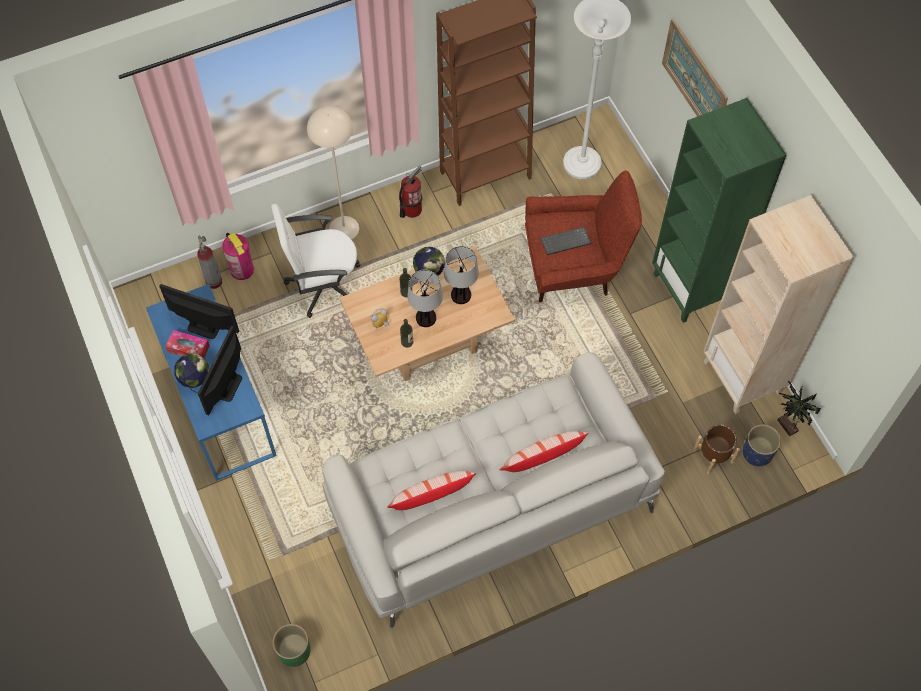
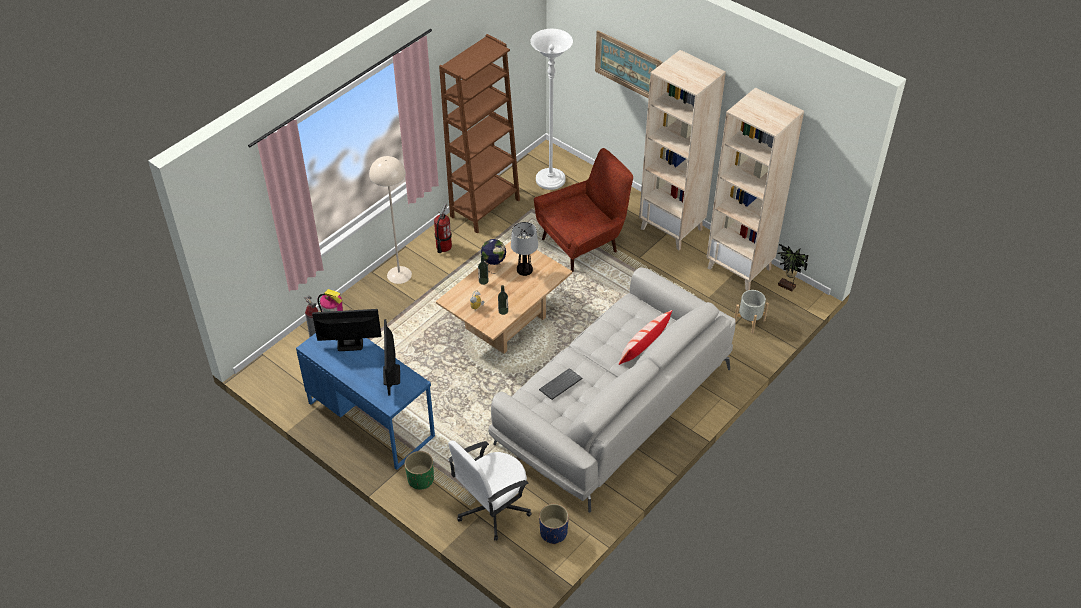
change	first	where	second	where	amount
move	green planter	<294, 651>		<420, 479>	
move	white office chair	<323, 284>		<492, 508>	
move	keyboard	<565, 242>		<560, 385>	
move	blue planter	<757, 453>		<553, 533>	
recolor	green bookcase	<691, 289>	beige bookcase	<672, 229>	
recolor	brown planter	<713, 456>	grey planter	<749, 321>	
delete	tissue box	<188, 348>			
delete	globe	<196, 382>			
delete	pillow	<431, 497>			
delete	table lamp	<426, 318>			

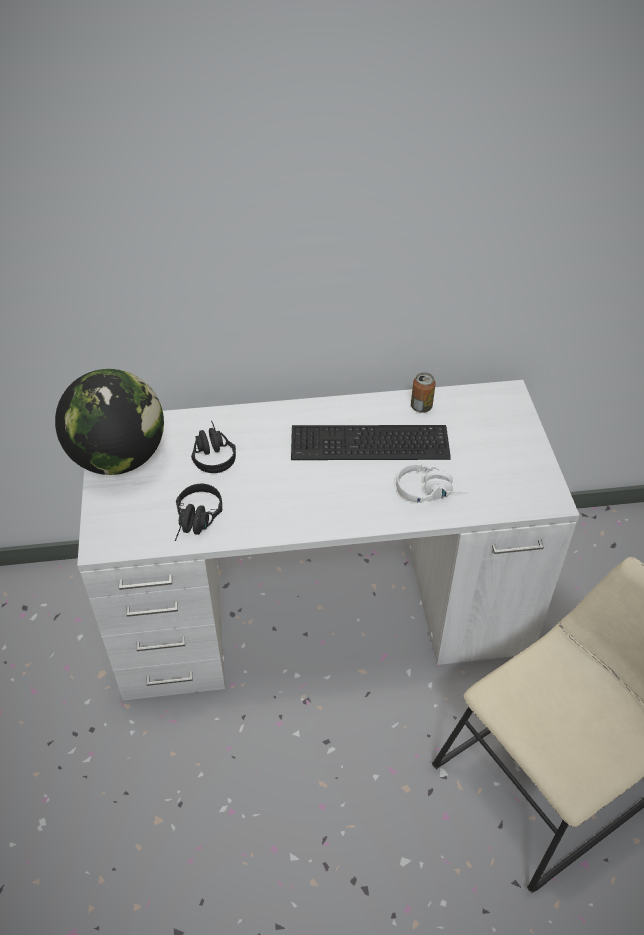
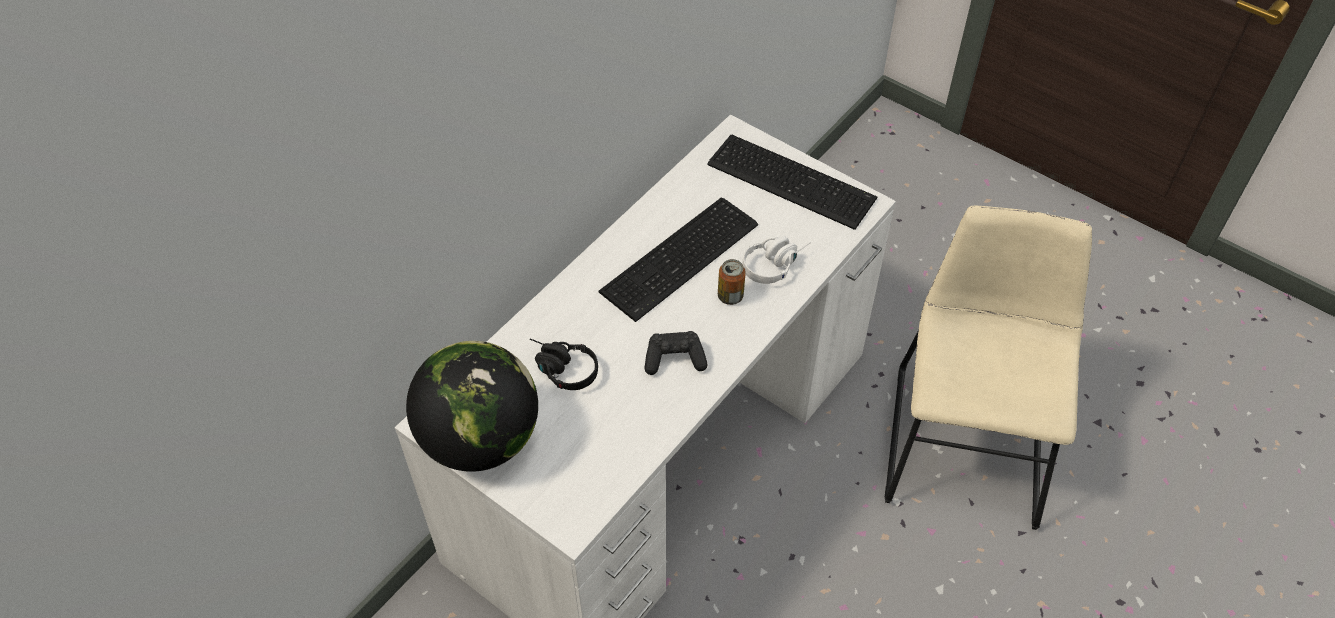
change	first	where	second	where	amount
insert			black game controller	<674, 359>	
insert			keyboard	<790, 178>	
move	can	<421, 407>		<730, 296>	
delete	black headphones	<197, 522>			

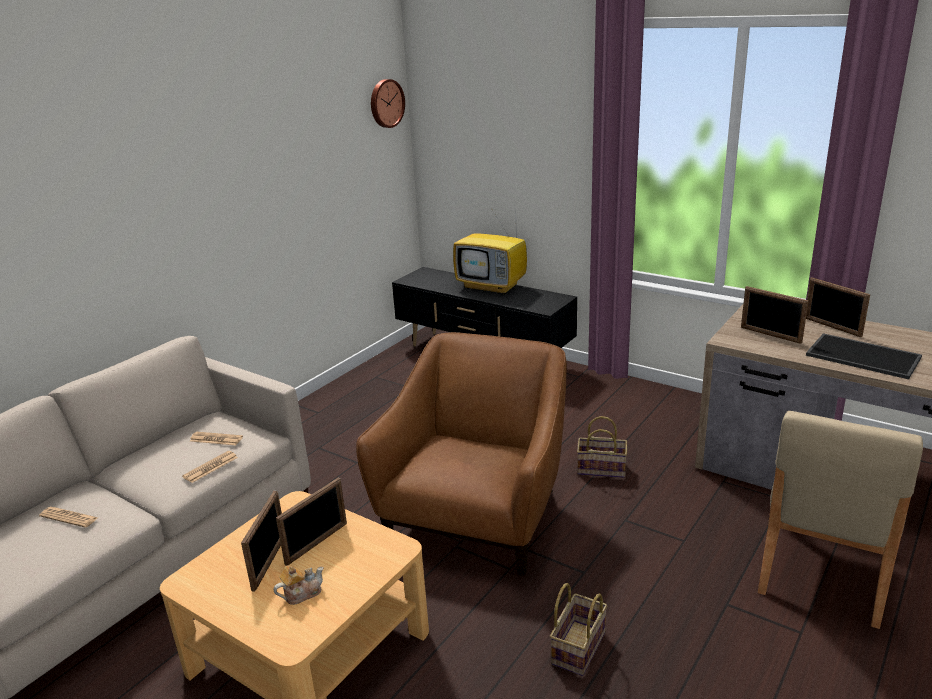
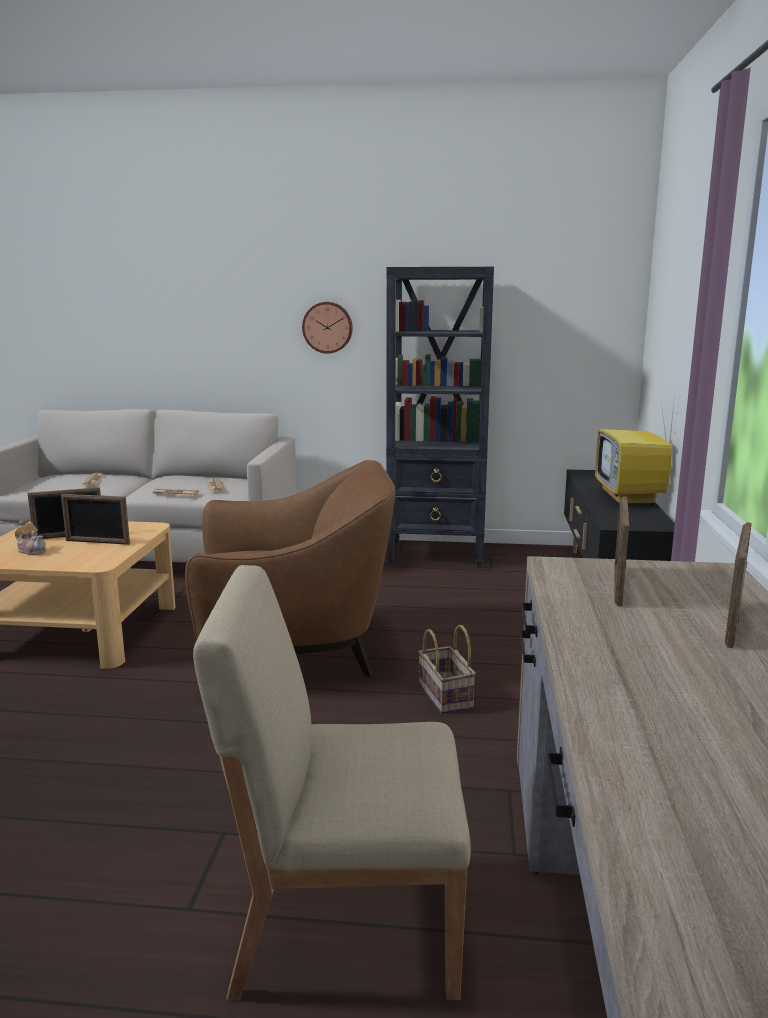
change	first	where	second	where	amount
move	wall clock	<386, 103>		<327, 327>	
insert			black bookcase	<437, 554>	
delete	basket	<577, 646>			
delete	tray	<864, 356>			

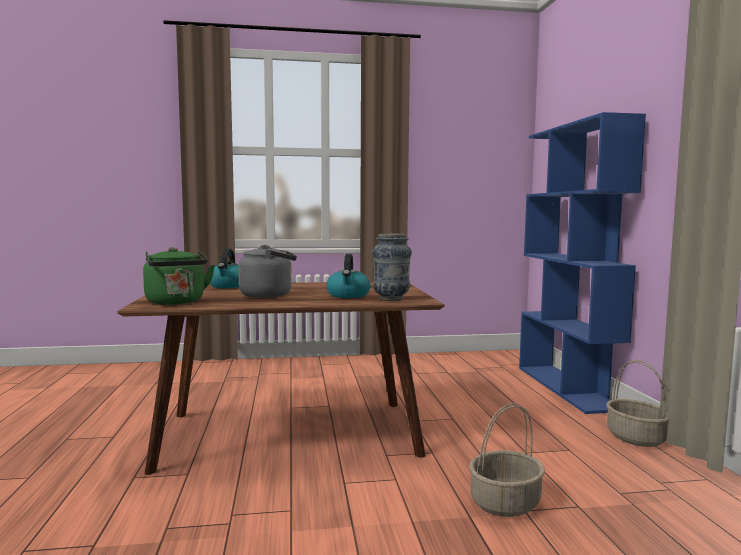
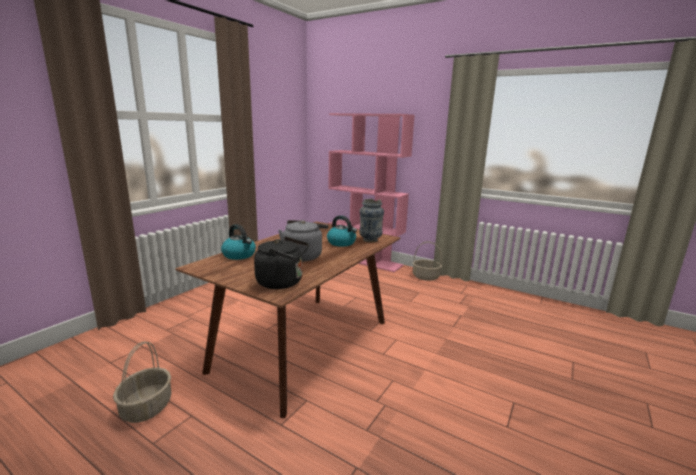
change	first	where	second	where	amount
move	basket	<505, 502>		<146, 407>	
recolor	green kettle	<177, 302>	black kettle	<283, 282>	
recolor	blue bookcase	<567, 387>	pink bookcase	<365, 260>	

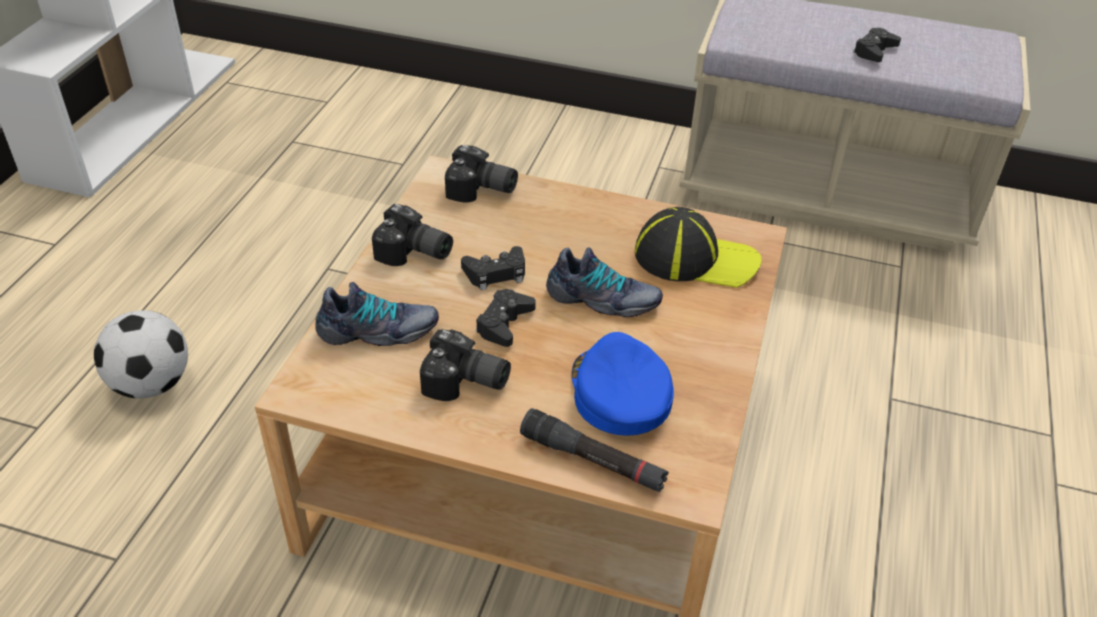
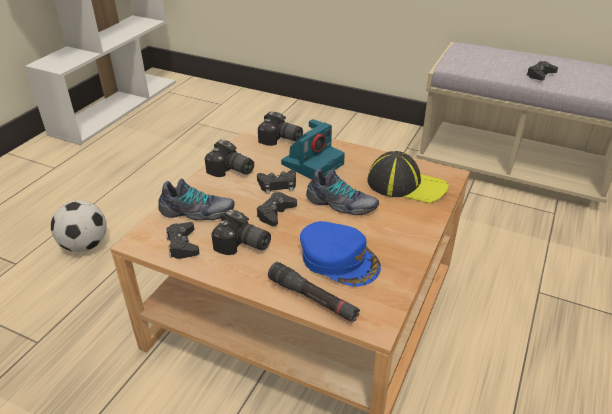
change	first	where	second	where	amount
insert			black game controller	<182, 245>	
insert			photo camera	<313, 163>	
rotate	blue cap	<619, 393>		<339, 259>	135 degrees clockwise

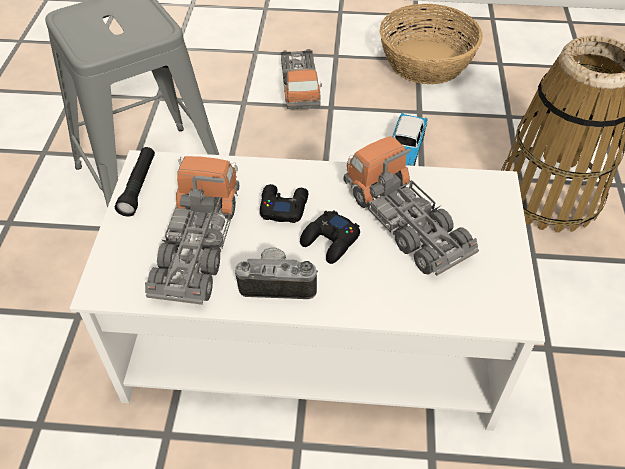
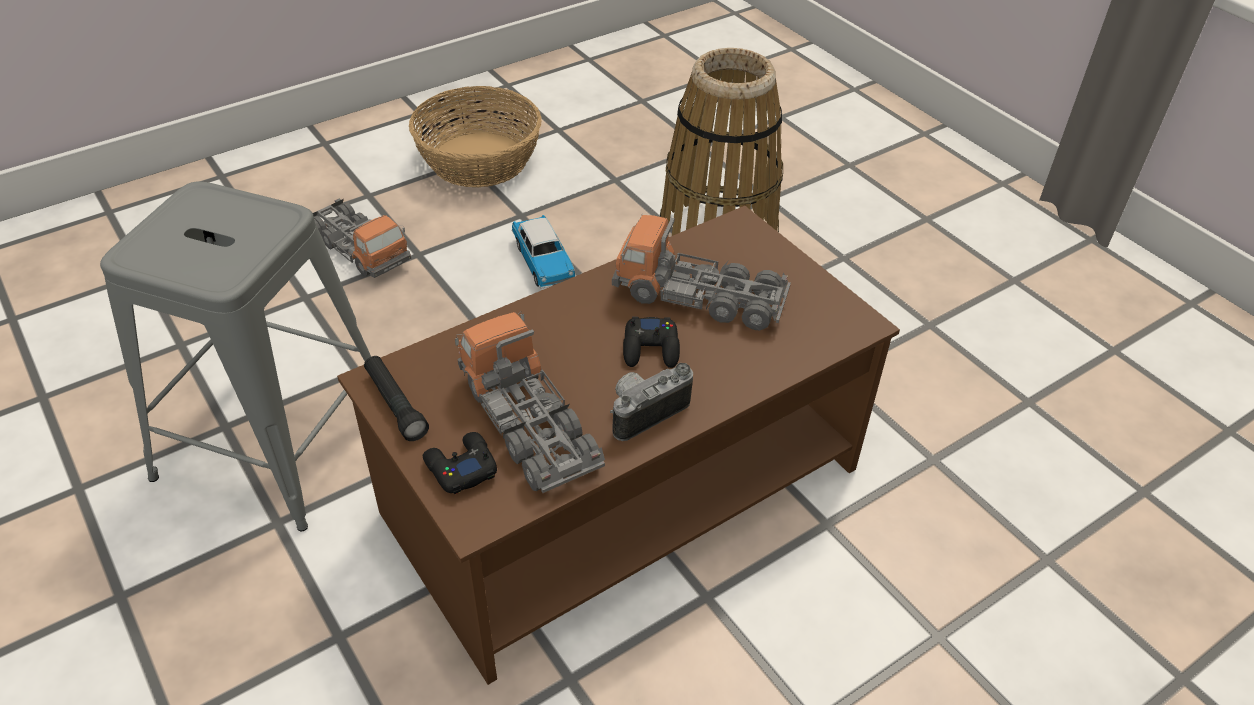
change	first	where	second	where	amount
recolor	white coffee table	<310, 335>	brown coffee table	<620, 492>	
move	black game controller	<283, 207>		<460, 468>	

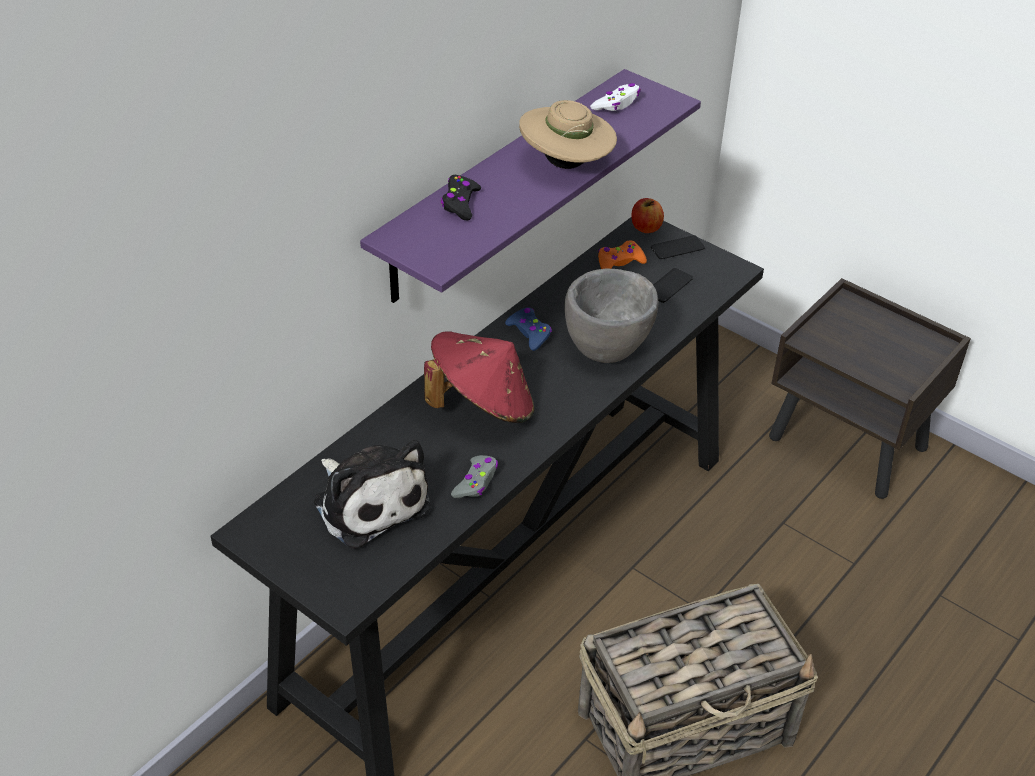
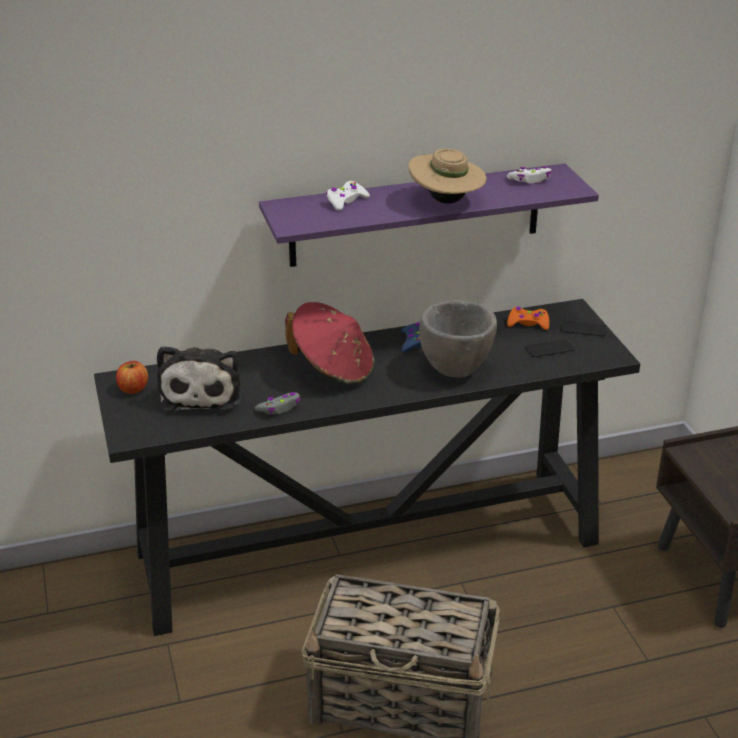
change	first	where	second	where	amount
move	apple	<646, 227>		<133, 389>	
recolor	black game controller	<460, 203>	white game controller	<346, 201>	

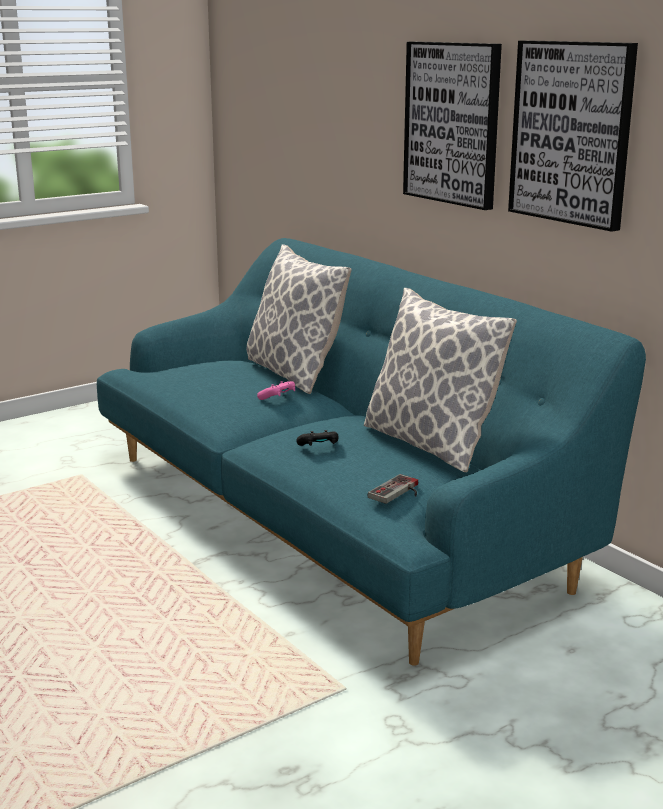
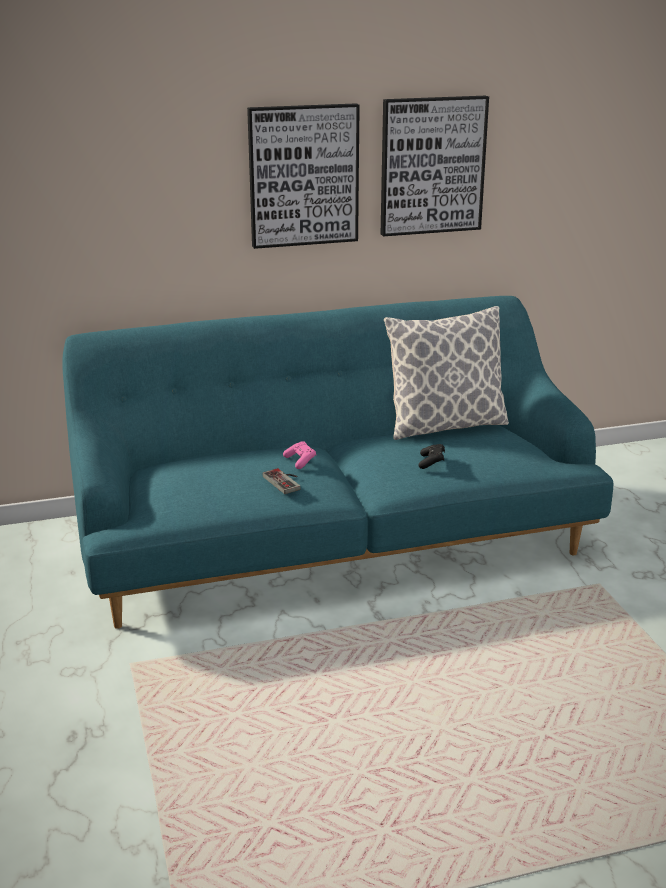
change	first	where	second	where	amount
move	game controller	<399, 492>		<286, 481>	
delete	pillow	<294, 374>			

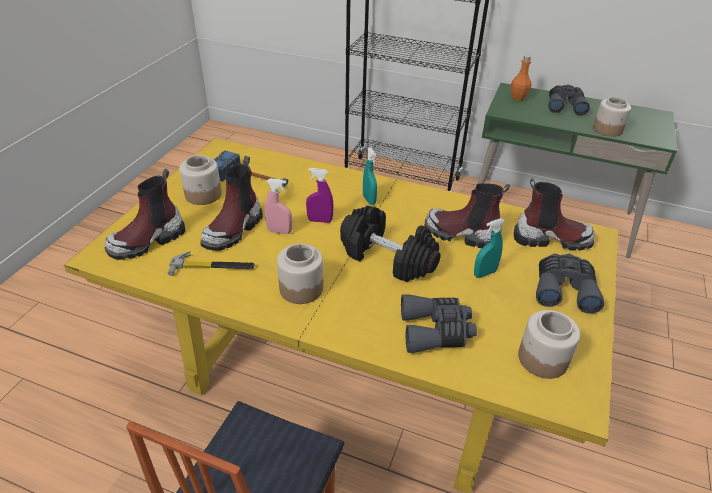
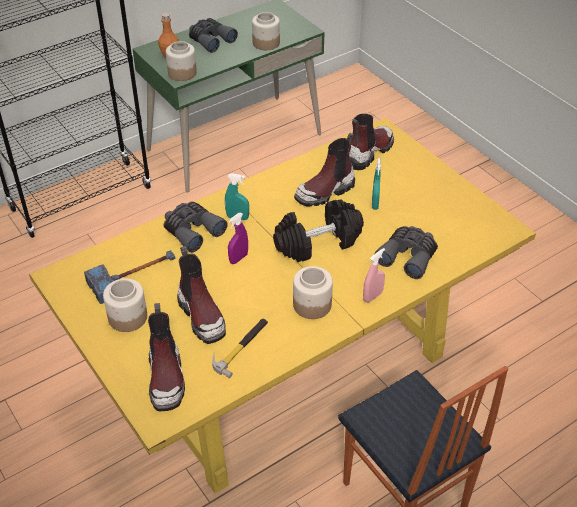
change	first	where	second	where	amount
move	grey binoculars	<564, 288>		<192, 230>	
move	jar	<542, 358>		<182, 73>	
move	pink spray bottle	<279, 231>		<372, 296>	

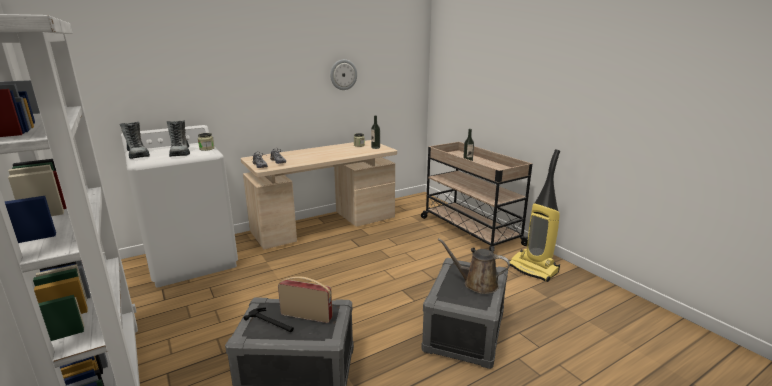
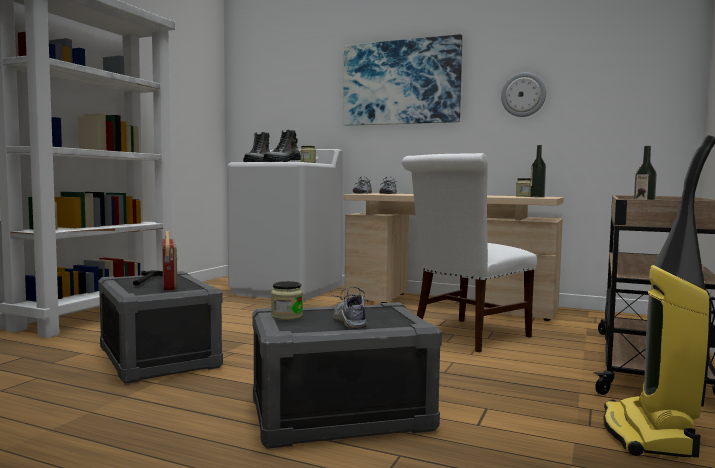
change	first	where	second	where	amount
insert			jar	<287, 316>	
replace	brown watering can	<477, 284>	shoe	<350, 321>	
insert			picture	<401, 82>	
insert			white chair	<465, 336>	

